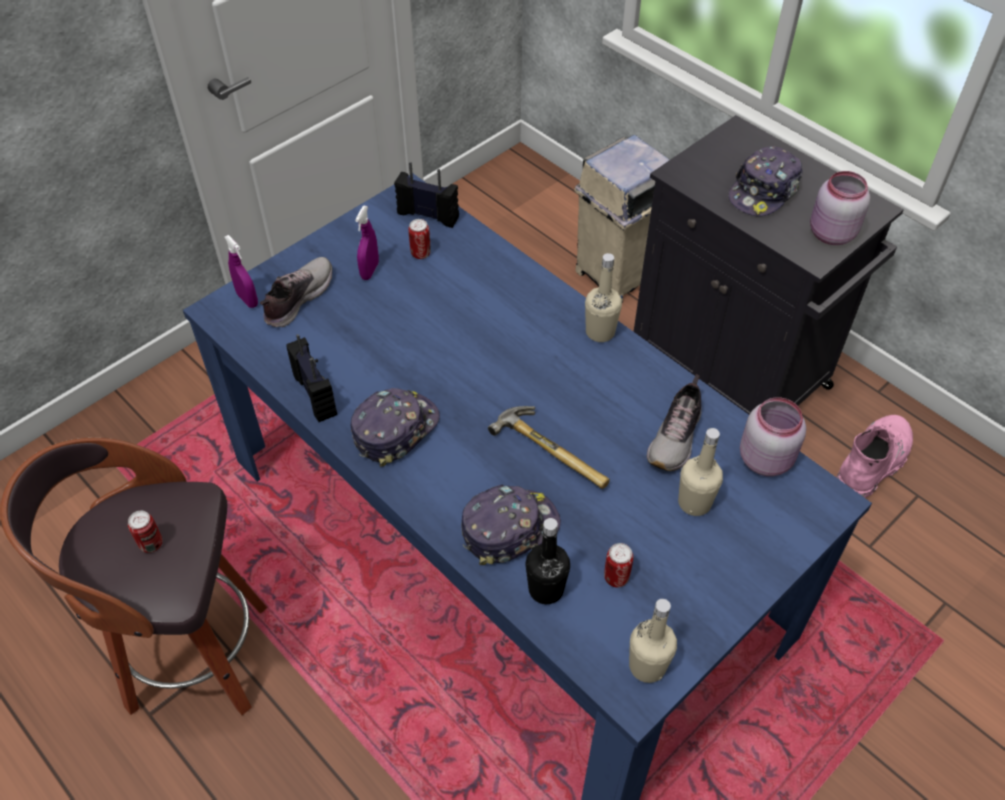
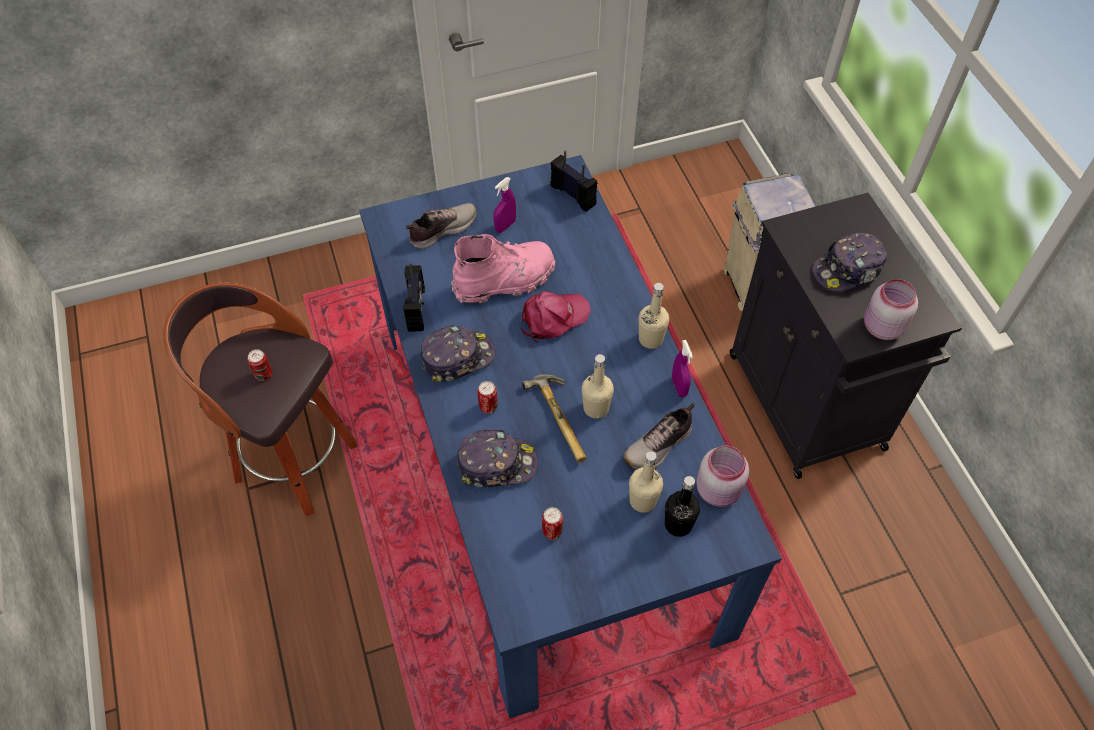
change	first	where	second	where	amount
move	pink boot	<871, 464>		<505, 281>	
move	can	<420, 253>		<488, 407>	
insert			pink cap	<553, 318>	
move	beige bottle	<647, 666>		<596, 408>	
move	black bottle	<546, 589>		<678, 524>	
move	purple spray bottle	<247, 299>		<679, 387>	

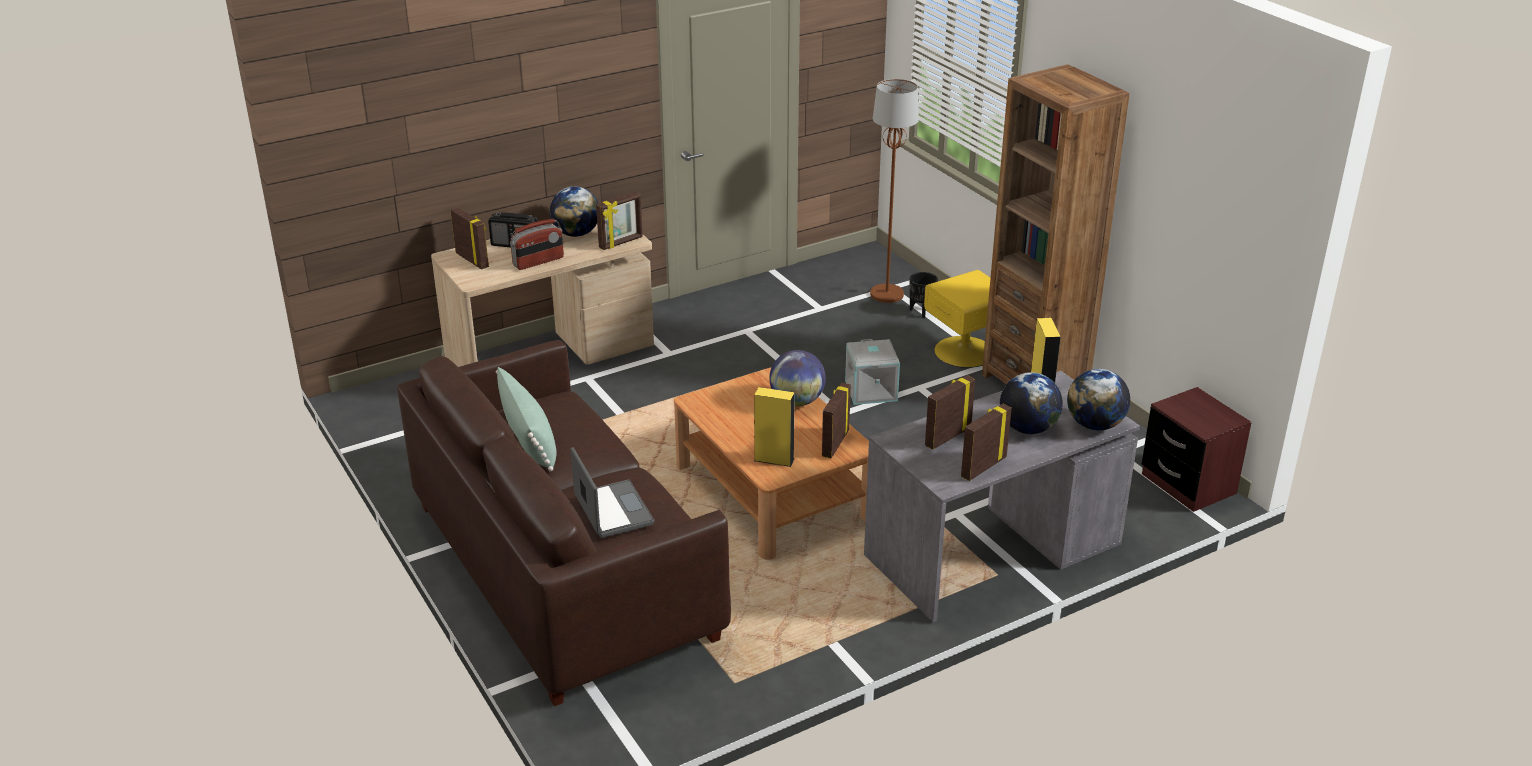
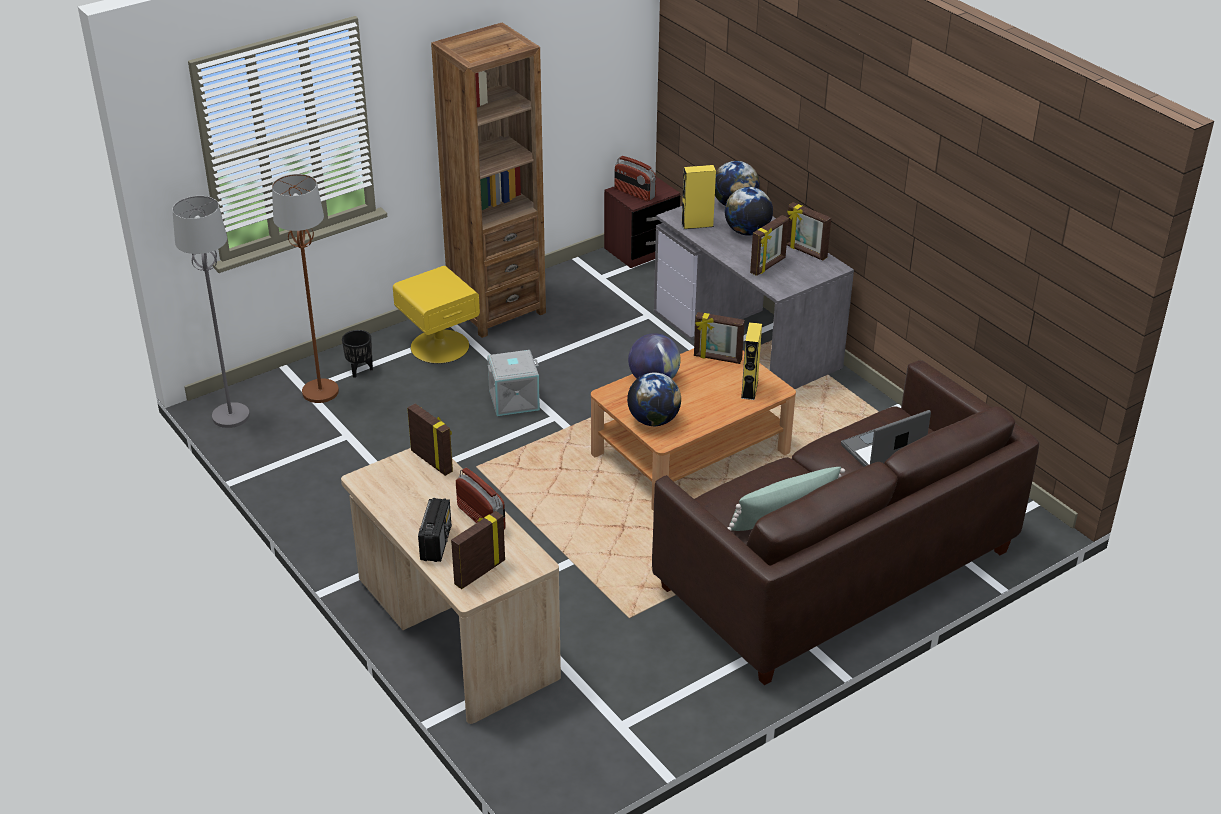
change	first	where	second	where	amount
insert			grey floor lamp	<230, 416>	
insert			radio	<634, 193>	
move	globe	<576, 234>		<653, 420>	
rotate	picture frame	<947, 436>		<768, 266>	90 degrees counterclockwise

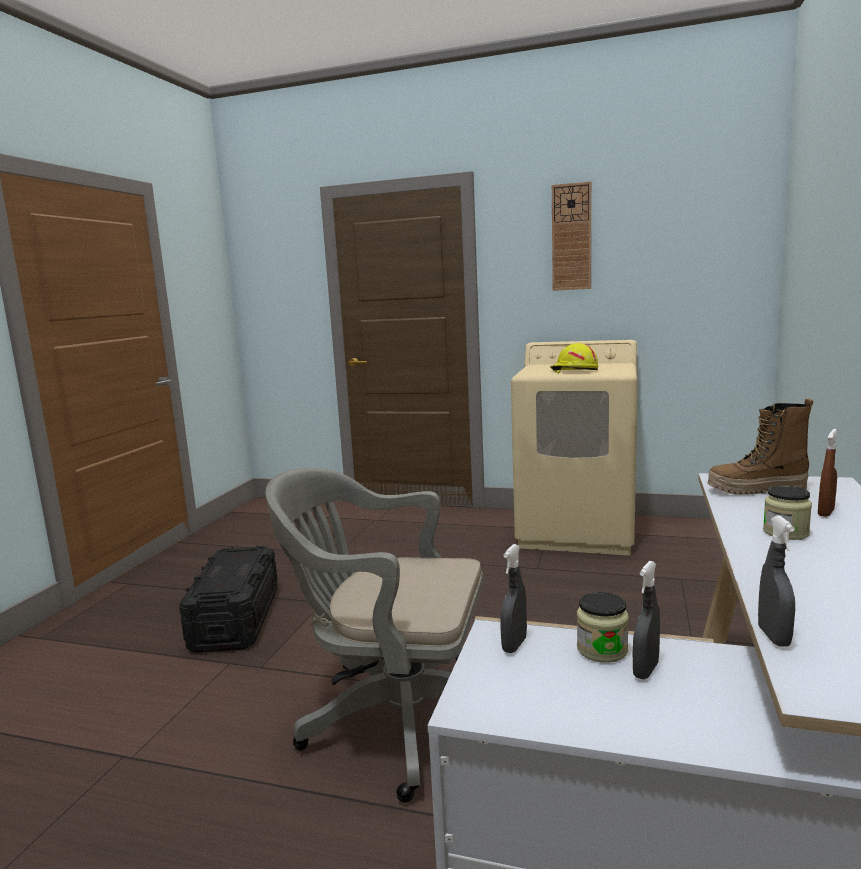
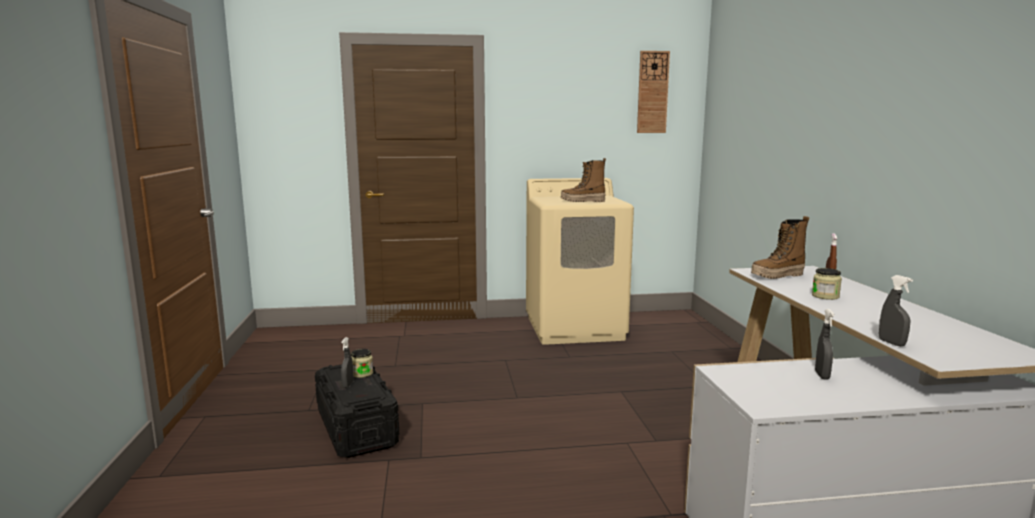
change	first	where	second	where	amount
move	grey spray bottle	<514, 645>		<348, 385>	
move	jar	<602, 649>		<362, 373>	
replace	yellow hard hat	<573, 371>	boot	<582, 201>	
move	wall clock	<571, 237>		<652, 92>	
delete	grey office chair	<395, 719>			

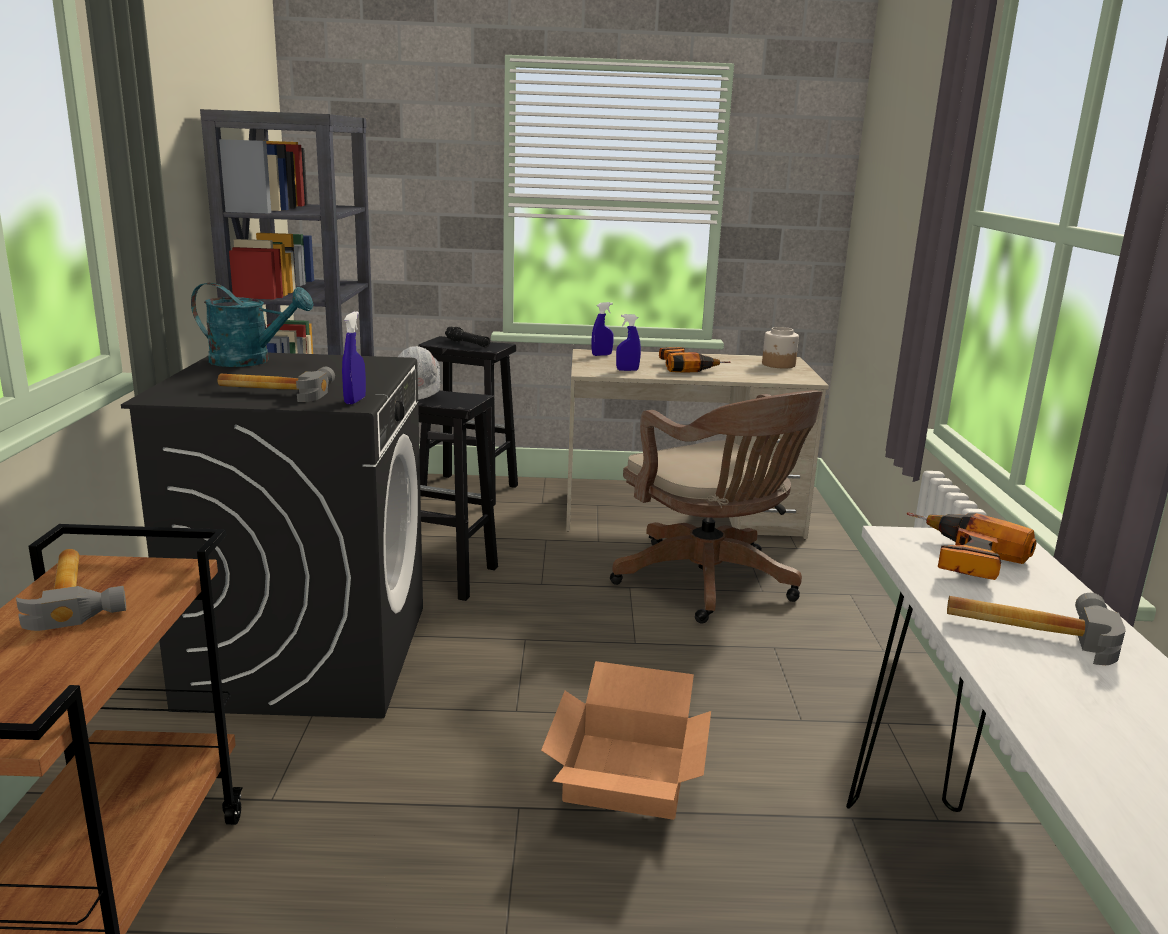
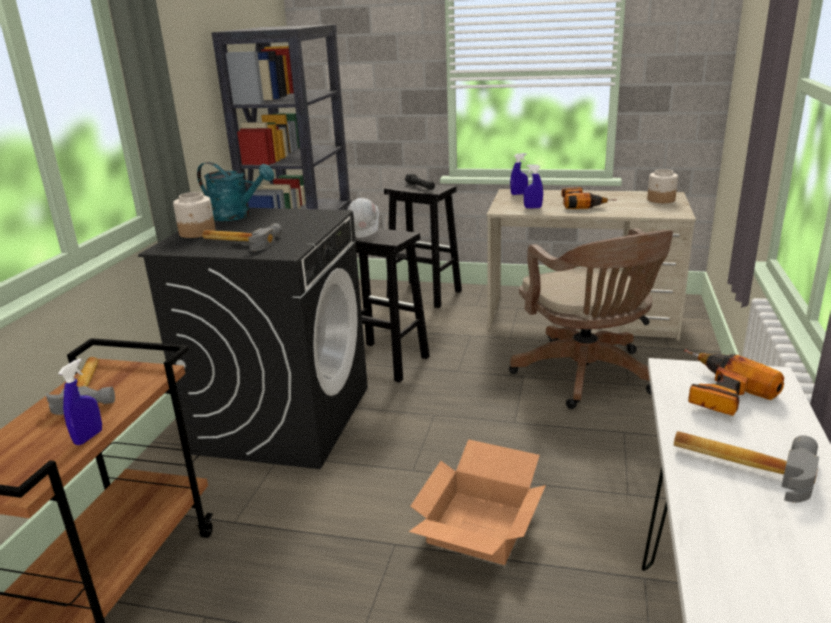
change	first	where	second	where	amount
move	blue spray bottle	<355, 401>		<89, 437>	
insert			jar	<197, 232>	

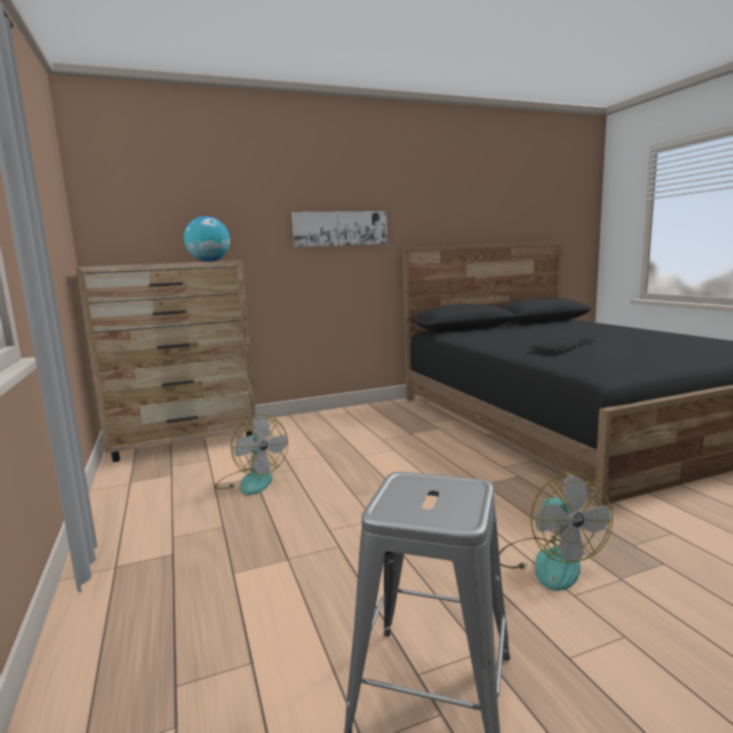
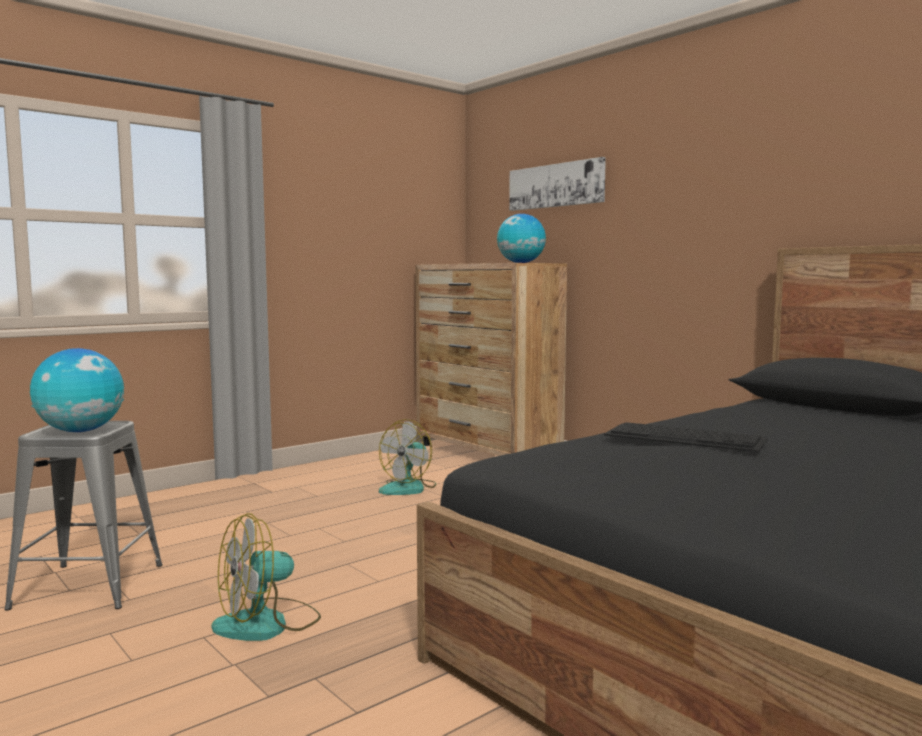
change	first	where	second	where	amount
insert			globe	<81, 431>	
move	picture	<340, 228>		<556, 185>	

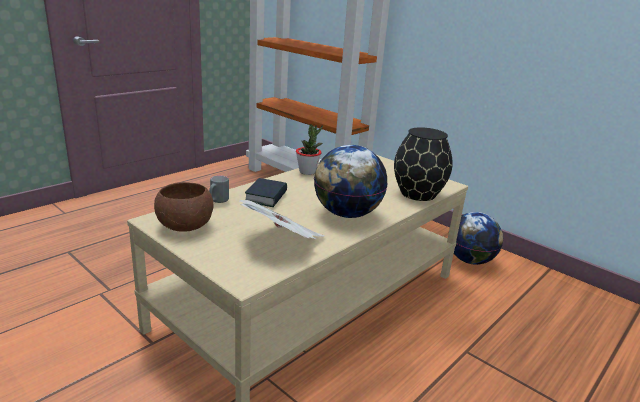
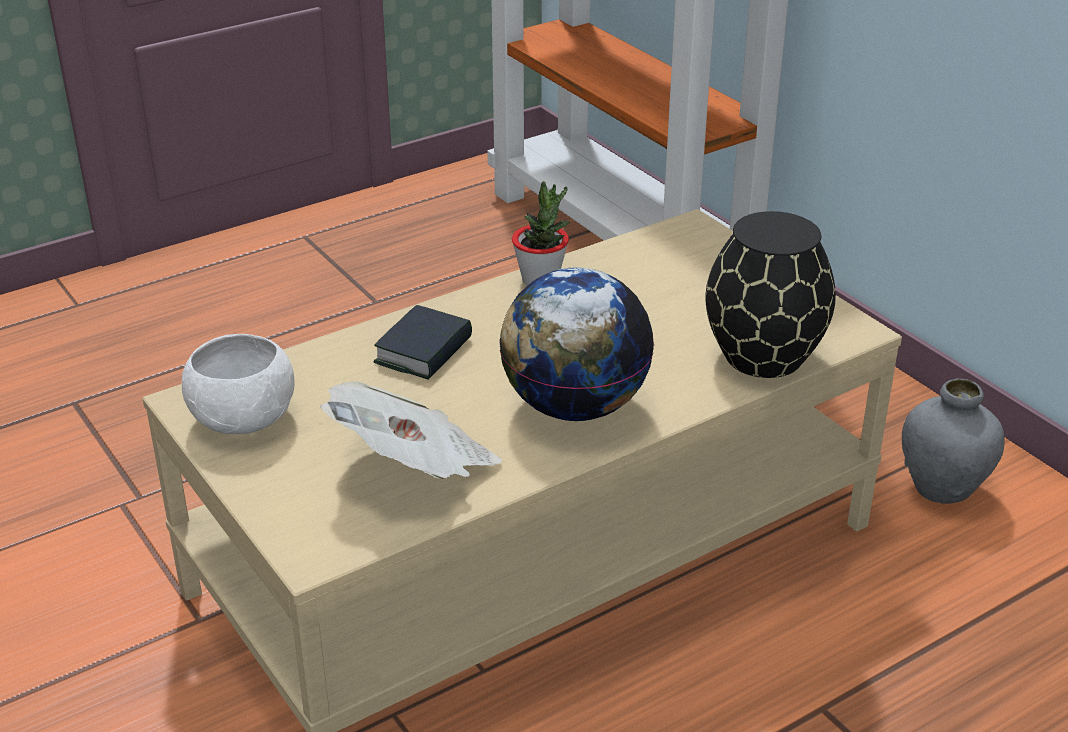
change	first	where	second	where	amount
recolor	brown bowl	<186, 225>	white bowl	<244, 418>	
replace	globe	<470, 260>	grey vase	<942, 489>	
delete	grey mug	<217, 201>			

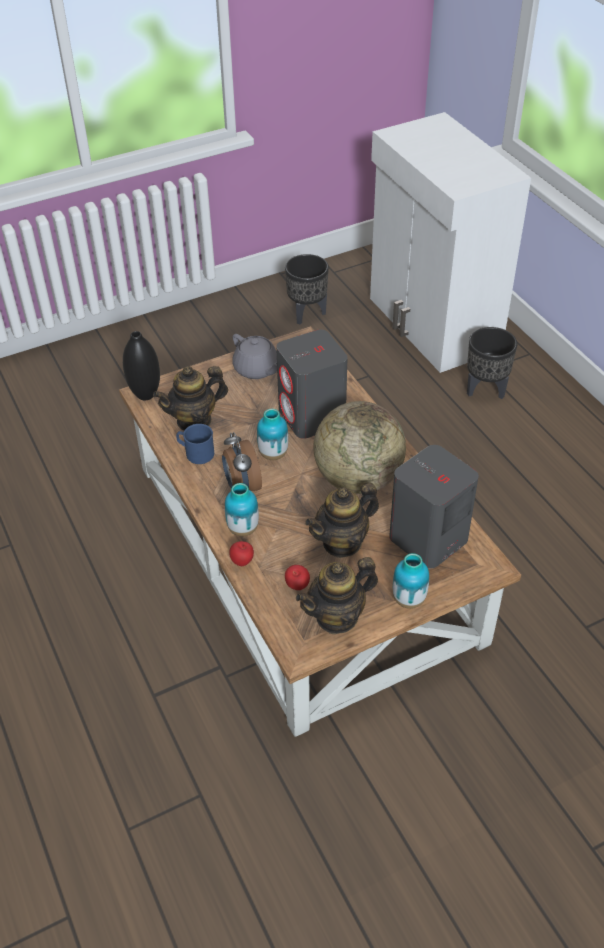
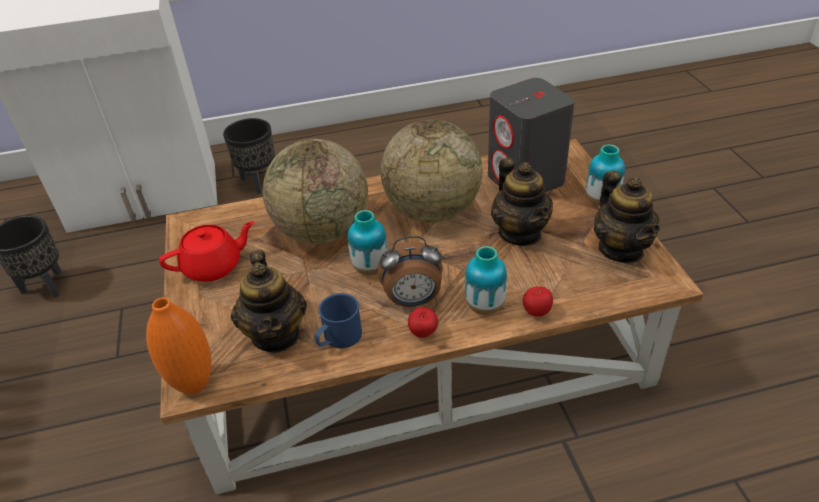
change	first	where	second	where	amount
recolor	black vase	<145, 395>	orange vase	<194, 384>	
recolor	grey teapot	<256, 369>	red teapot	<214, 266>	
replace	grey speaker	<312, 417>	globe	<322, 231>	
move	apple	<297, 586>		<423, 334>	

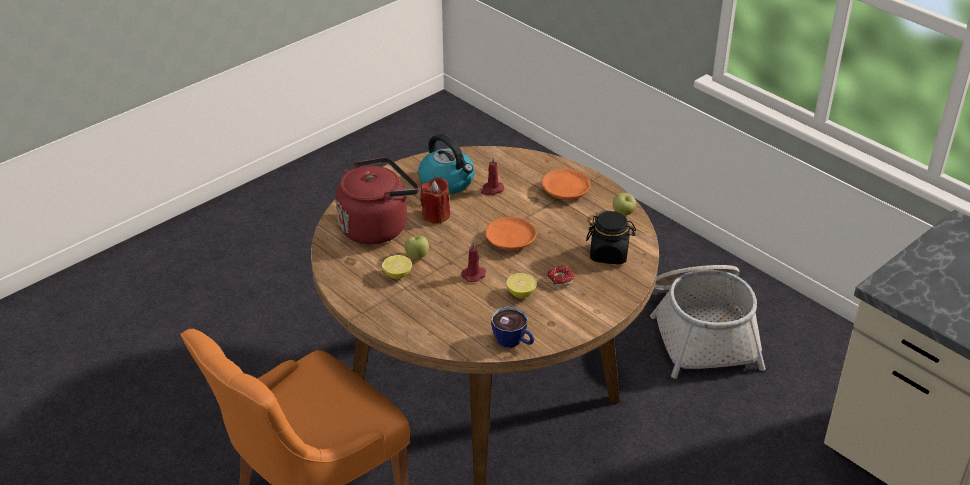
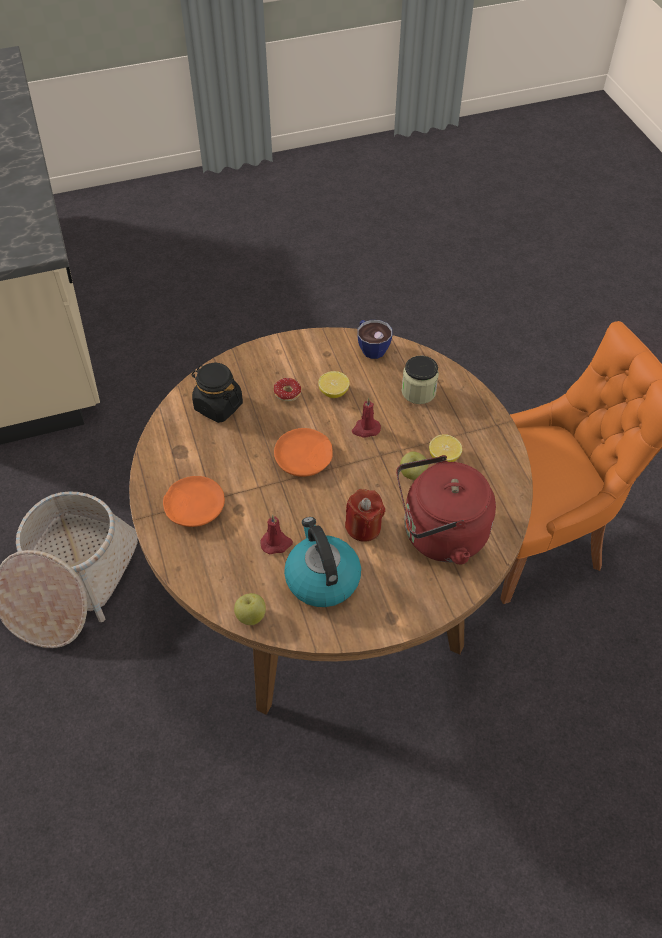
change	first	where	second	where	amount
move	apple	<623, 213>		<251, 616>	
insert			jar	<418, 392>	

